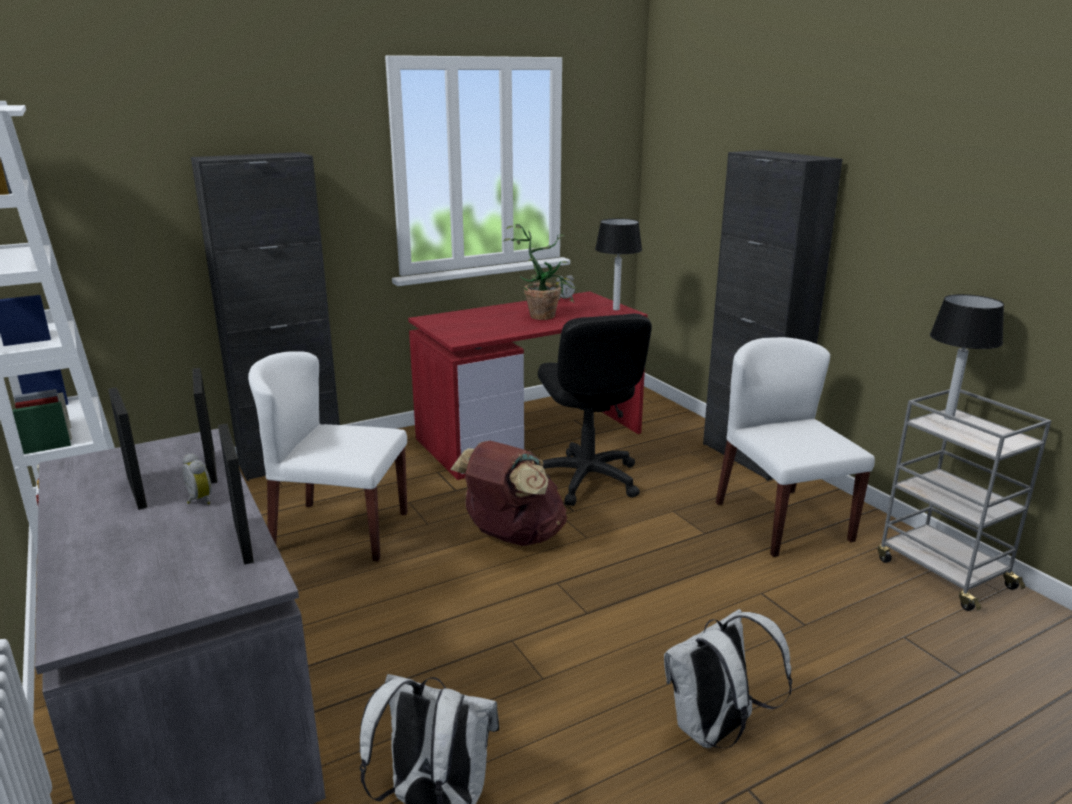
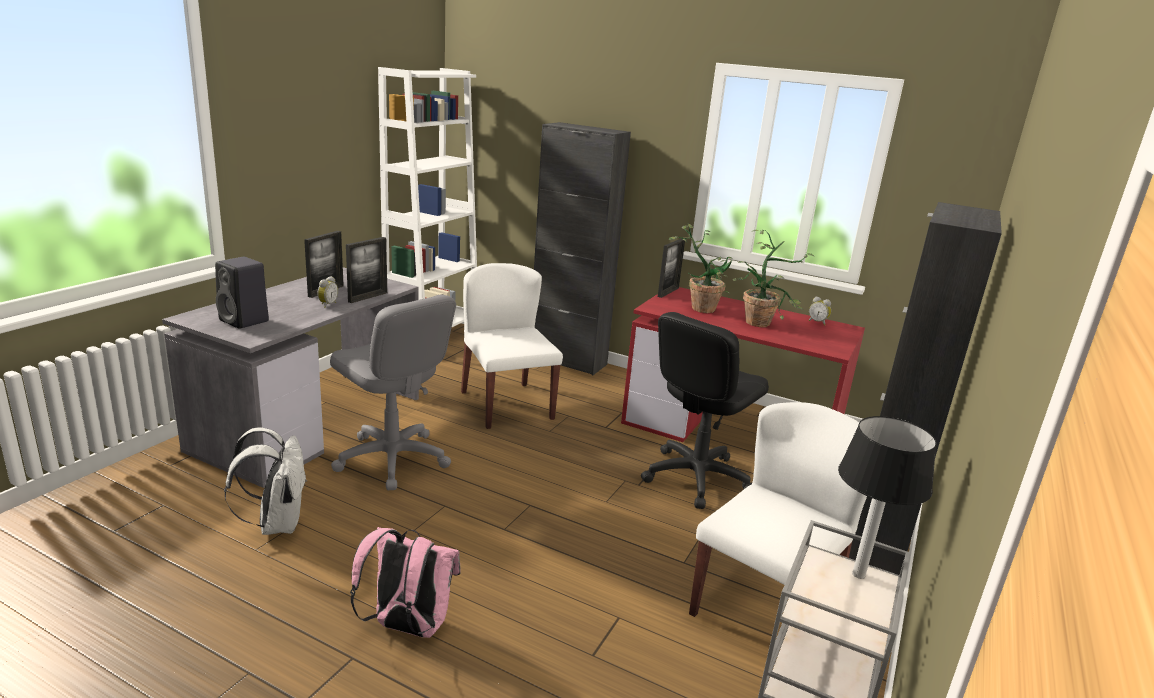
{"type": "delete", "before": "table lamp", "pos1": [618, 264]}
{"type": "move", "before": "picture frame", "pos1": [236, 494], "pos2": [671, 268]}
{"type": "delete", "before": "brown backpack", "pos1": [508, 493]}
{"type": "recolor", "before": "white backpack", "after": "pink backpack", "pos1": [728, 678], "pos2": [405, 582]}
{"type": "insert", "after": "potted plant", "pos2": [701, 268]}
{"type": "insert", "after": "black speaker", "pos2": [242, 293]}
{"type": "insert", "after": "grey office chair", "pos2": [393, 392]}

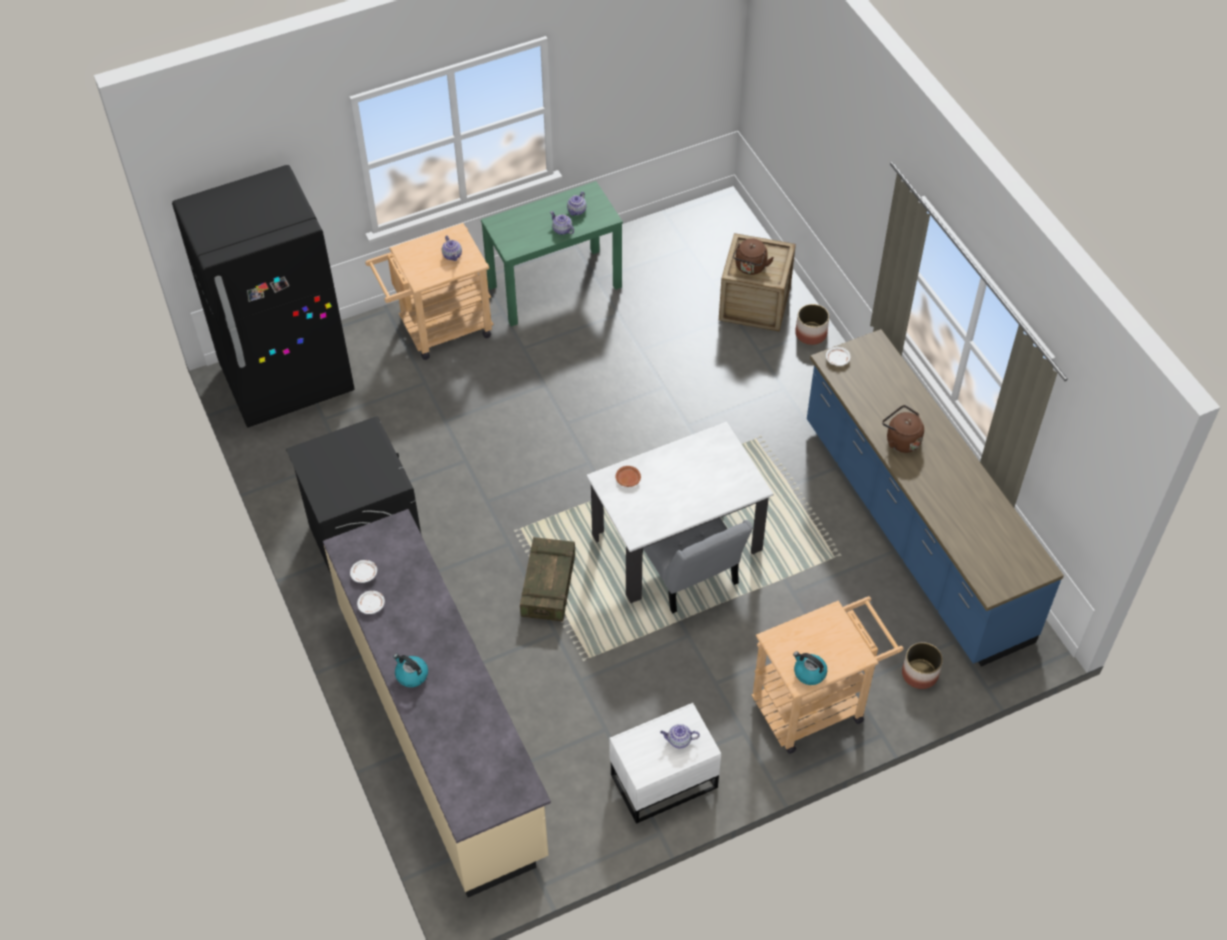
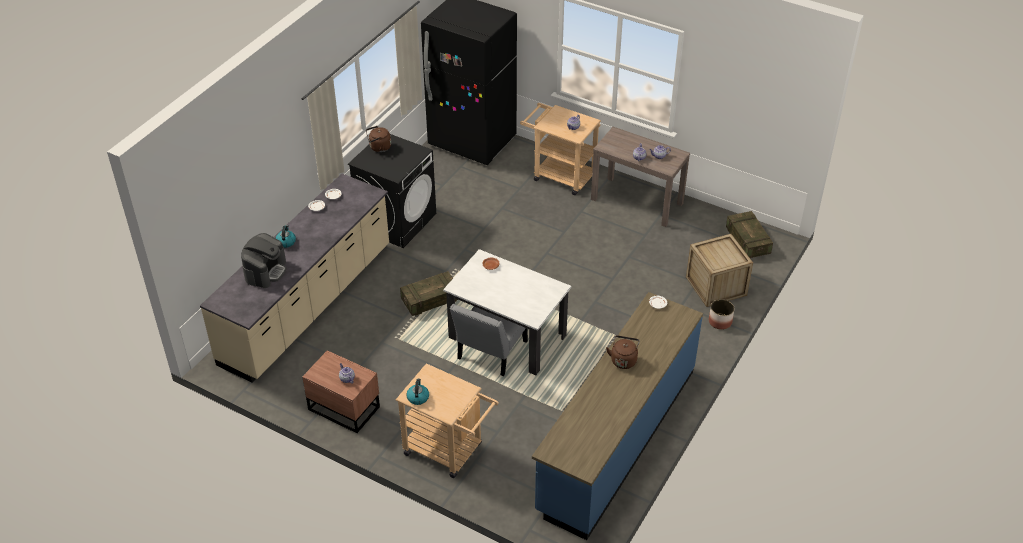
{"type": "recolor", "before": "green console table", "after": "brown console table", "pos1": [552, 254], "pos2": [640, 177]}
{"type": "move", "before": "brown kettle", "pos1": [753, 256], "pos2": [378, 139]}
{"type": "delete", "before": "planter", "pos1": [922, 665]}
{"type": "recolor", "before": "white nightstand", "after": "brown nightstand", "pos1": [665, 763], "pos2": [341, 391]}
{"type": "insert", "after": "crate", "pos2": [749, 234]}
{"type": "insert", "after": "coffee machine", "pos2": [263, 260]}

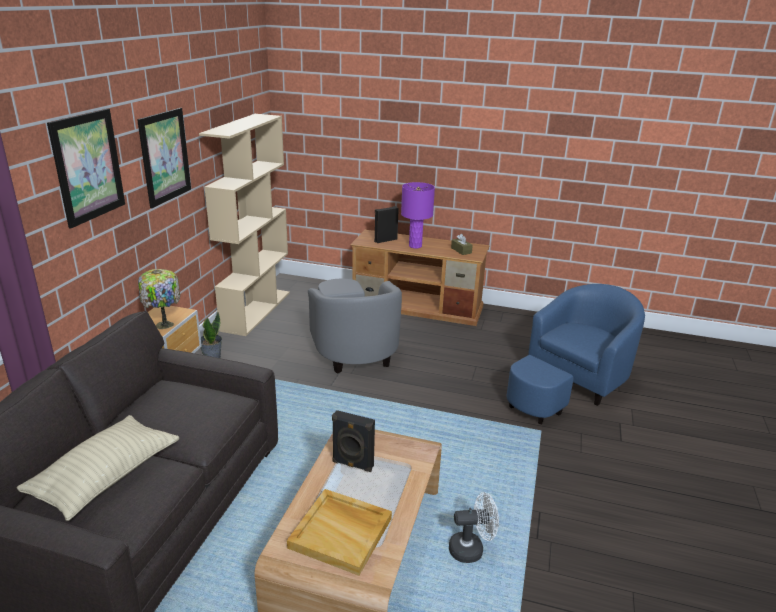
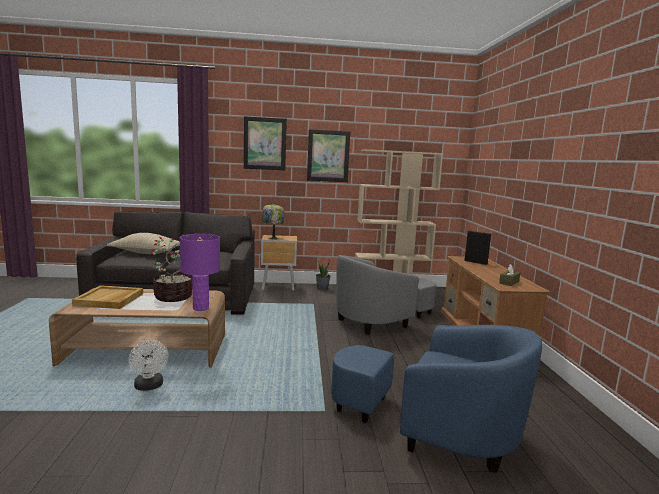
{"type": "move", "before": "purple table lamp", "pos1": [418, 215], "pos2": [200, 272]}
{"type": "replace", "before": "black speaker", "after": "potted plant", "pos1": [353, 441], "pos2": [170, 268]}

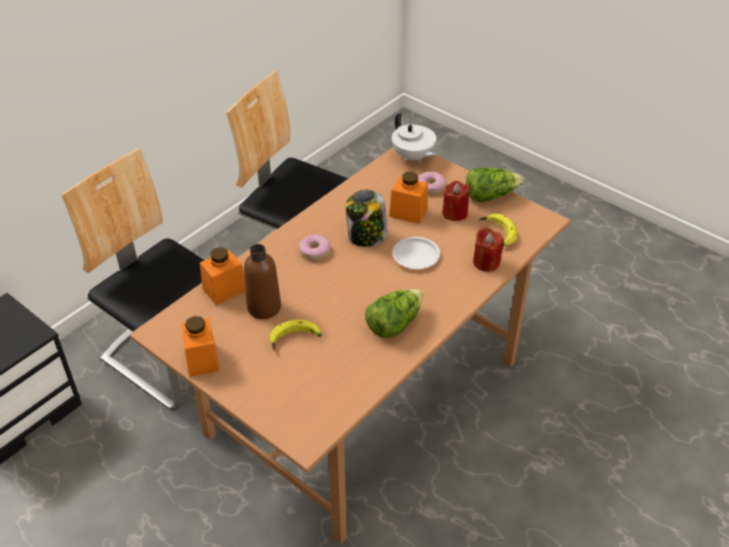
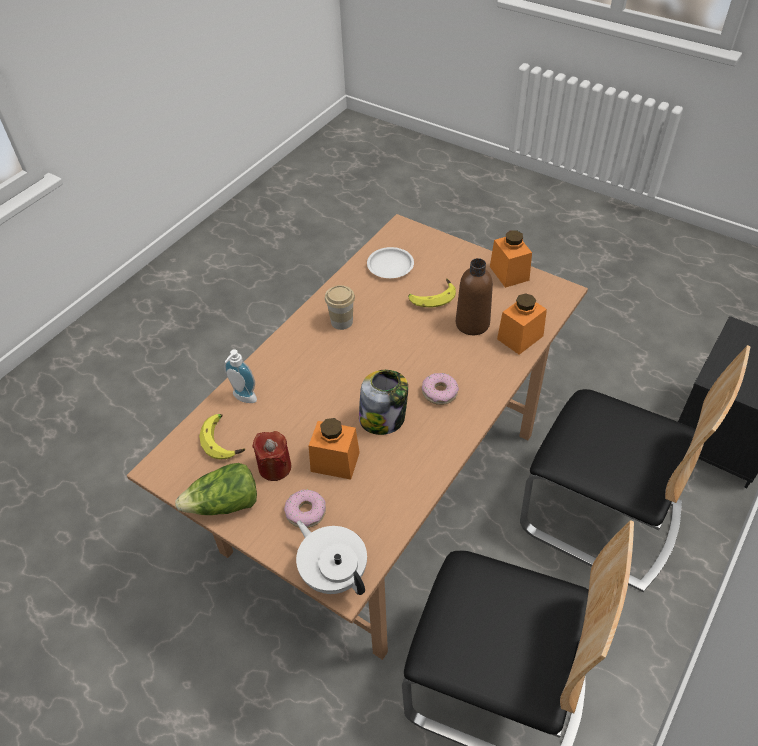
{"type": "replace", "before": "red candle", "after": "soap dispenser", "pos1": [488, 249], "pos2": [240, 376]}
{"type": "move", "before": "white plate", "pos1": [416, 253], "pos2": [390, 262]}
{"type": "replace", "before": "lettuce", "after": "cup", "pos1": [394, 313], "pos2": [340, 307]}

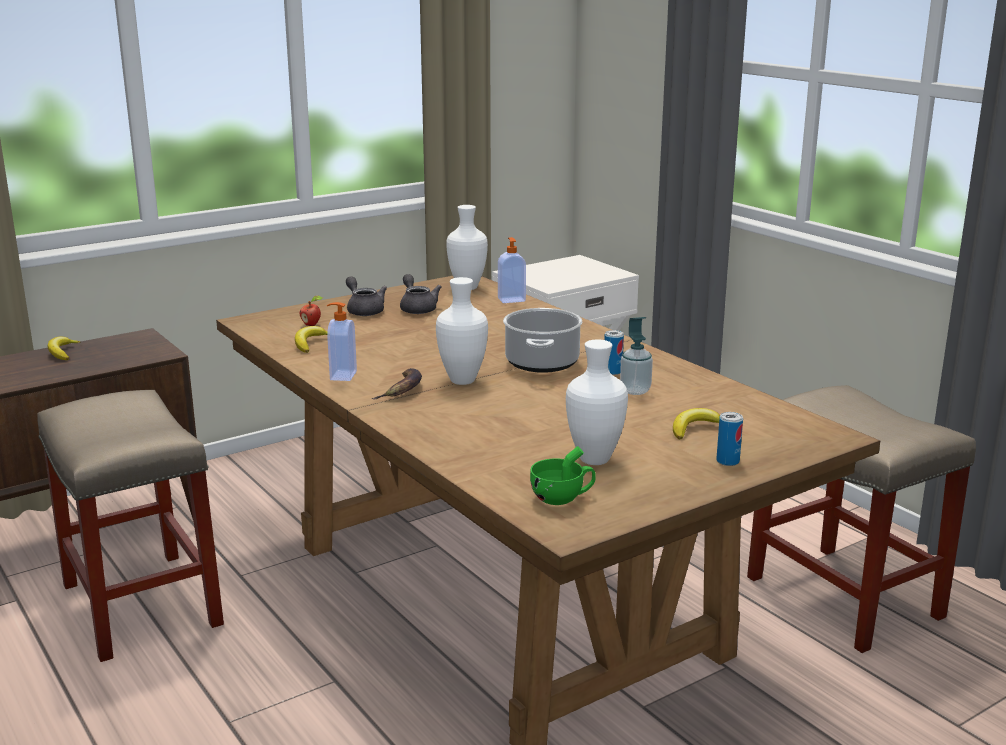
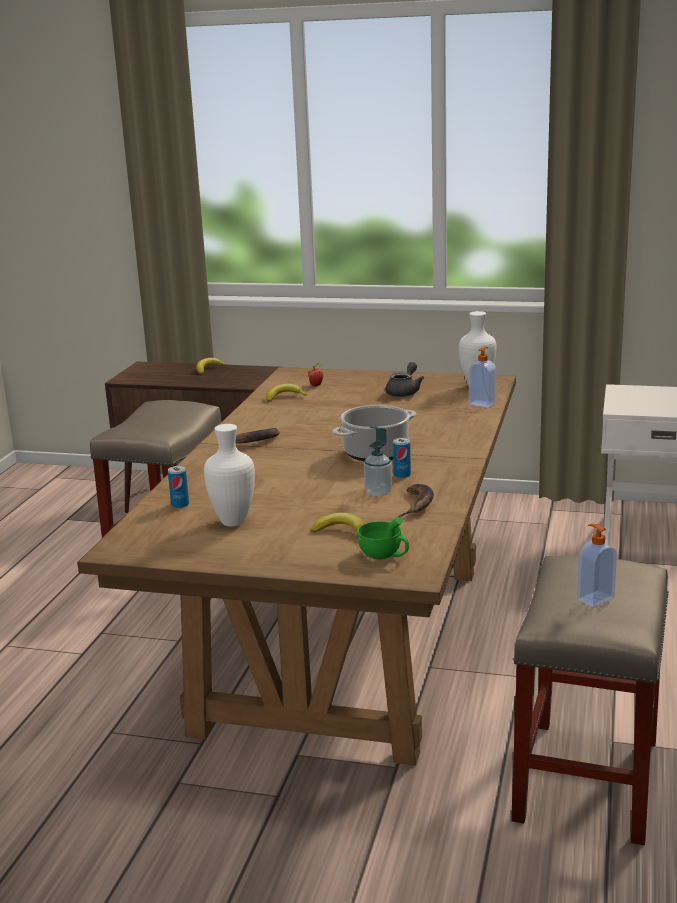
{"type": "delete", "before": "grey teapot", "pos1": [366, 296]}
{"type": "delete", "before": "white vase", "pos1": [462, 331]}
{"type": "move", "before": "soap dispenser", "pos1": [342, 341], "pos2": [597, 565]}
{"type": "move", "before": "can", "pos1": [729, 439], "pos2": [178, 487]}
{"type": "move", "before": "green cup", "pos1": [563, 475], "pos2": [383, 538]}
{"type": "insert", "after": "banana", "pos2": [415, 500]}

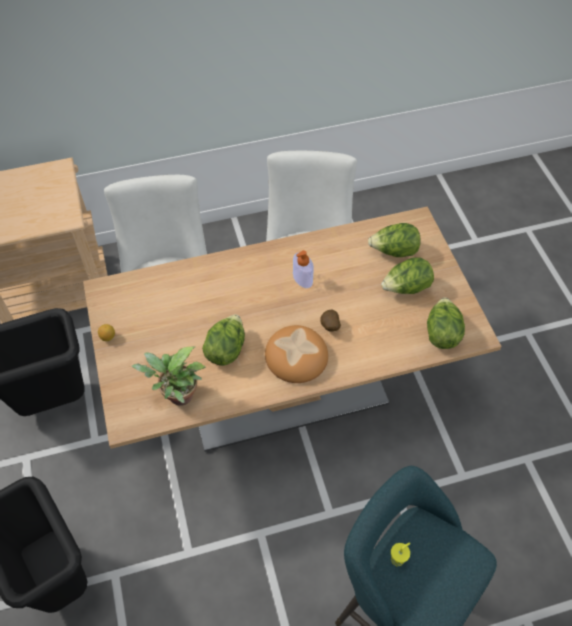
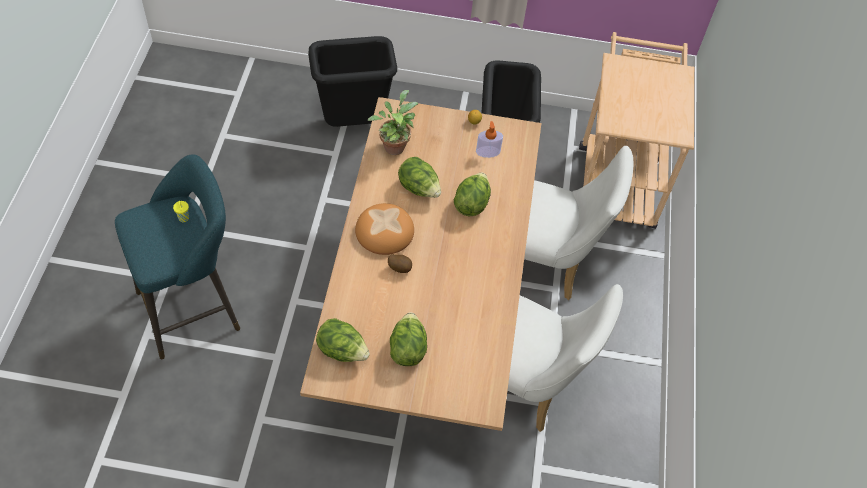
{"type": "move", "before": "lettuce", "pos1": [394, 240], "pos2": [472, 194]}
{"type": "move", "before": "soap dispenser", "pos1": [303, 269], "pos2": [489, 139]}

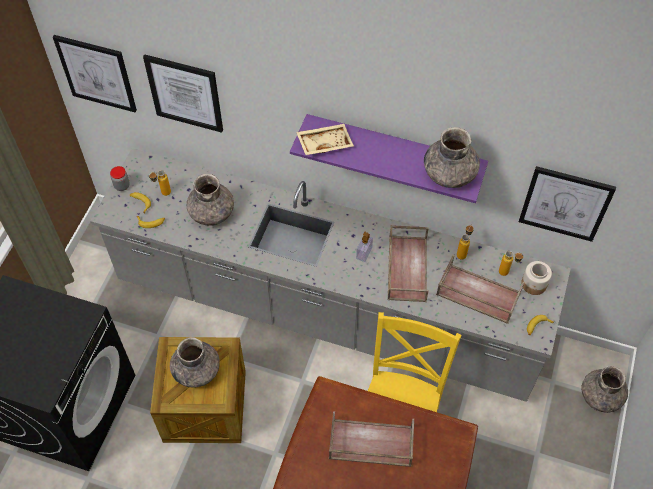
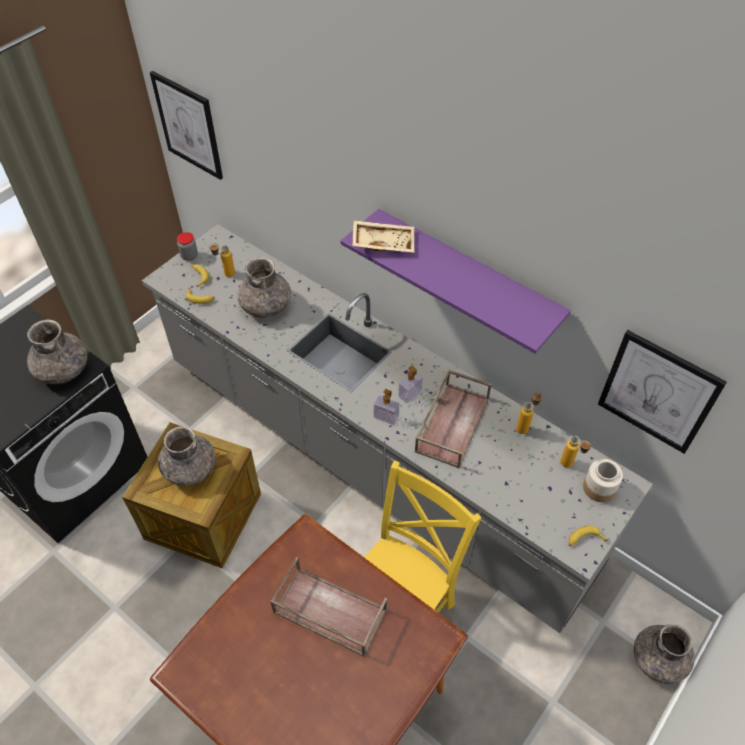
{"type": "delete", "before": "picture", "pos1": [183, 93]}
{"type": "move", "before": "grey vase", "pos1": [452, 157], "pos2": [57, 352]}
{"type": "delete", "before": "brown tray", "pos1": [480, 289]}
{"type": "insert", "after": "soap dispenser", "pos2": [386, 407]}

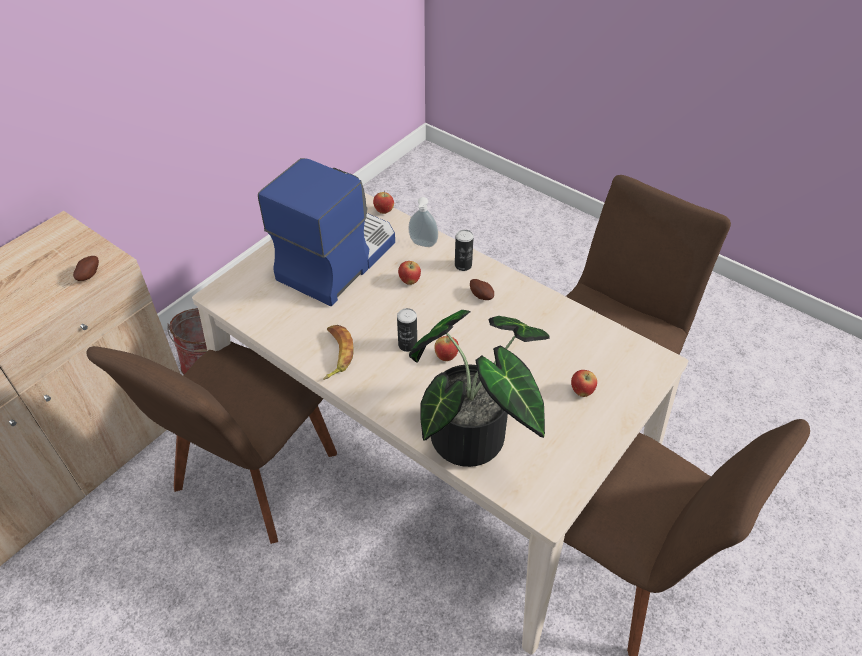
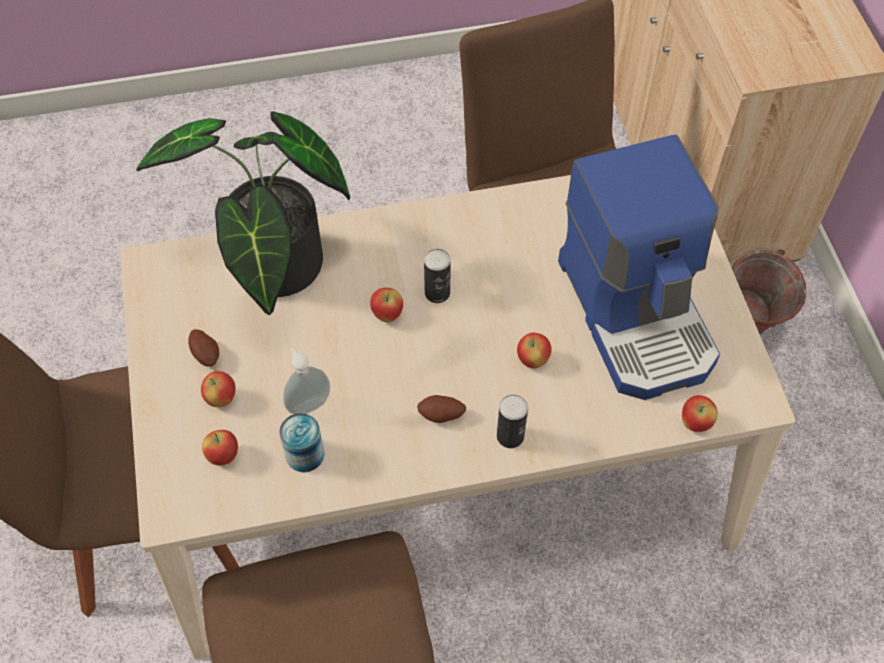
{"type": "move", "before": "soap dispenser", "pos1": [423, 222], "pos2": [306, 381]}
{"type": "move", "before": "potato", "pos1": [86, 268], "pos2": [203, 348]}
{"type": "delete", "before": "banana", "pos1": [338, 352]}
{"type": "insert", "after": "can", "pos2": [301, 442]}
{"type": "insert", "after": "apple", "pos2": [220, 448]}

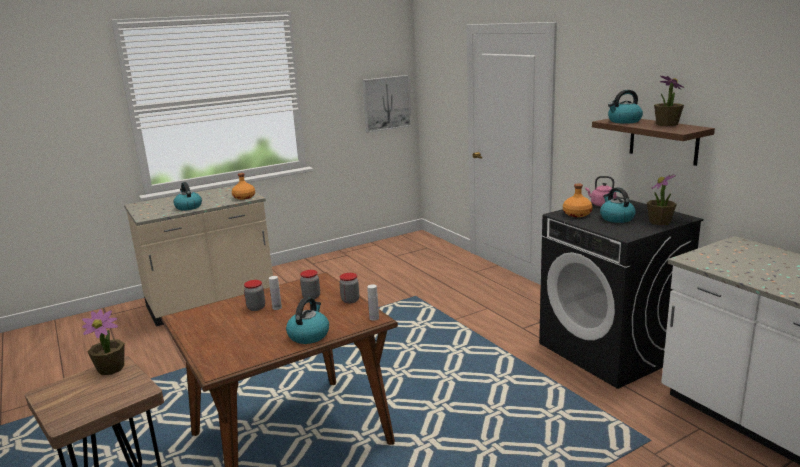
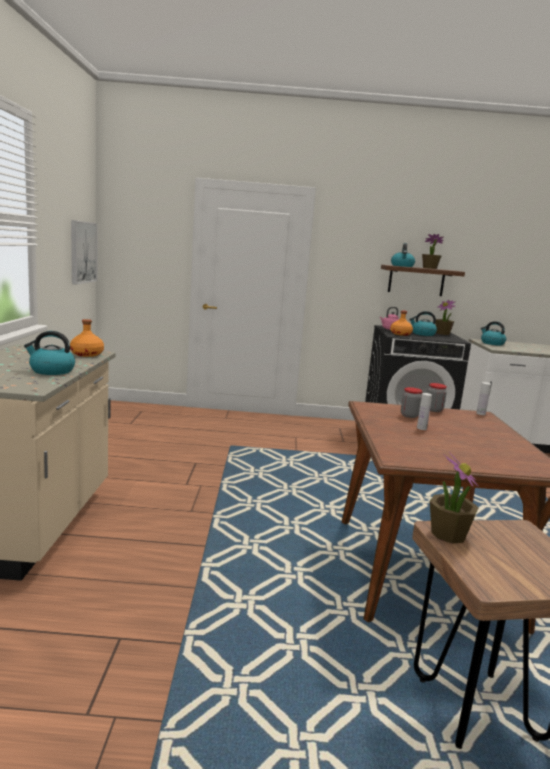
{"type": "delete", "before": "jar", "pos1": [254, 295]}
{"type": "move", "before": "kettle", "pos1": [307, 320], "pos2": [493, 333]}

